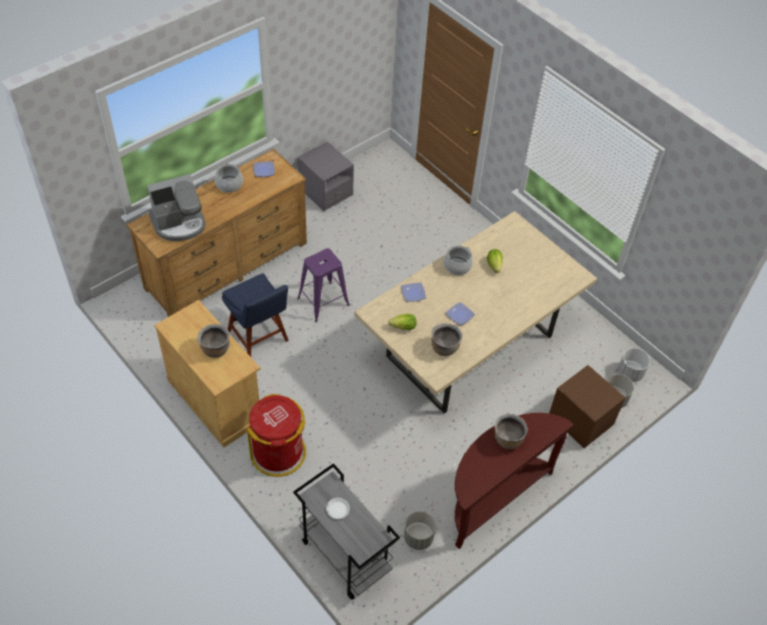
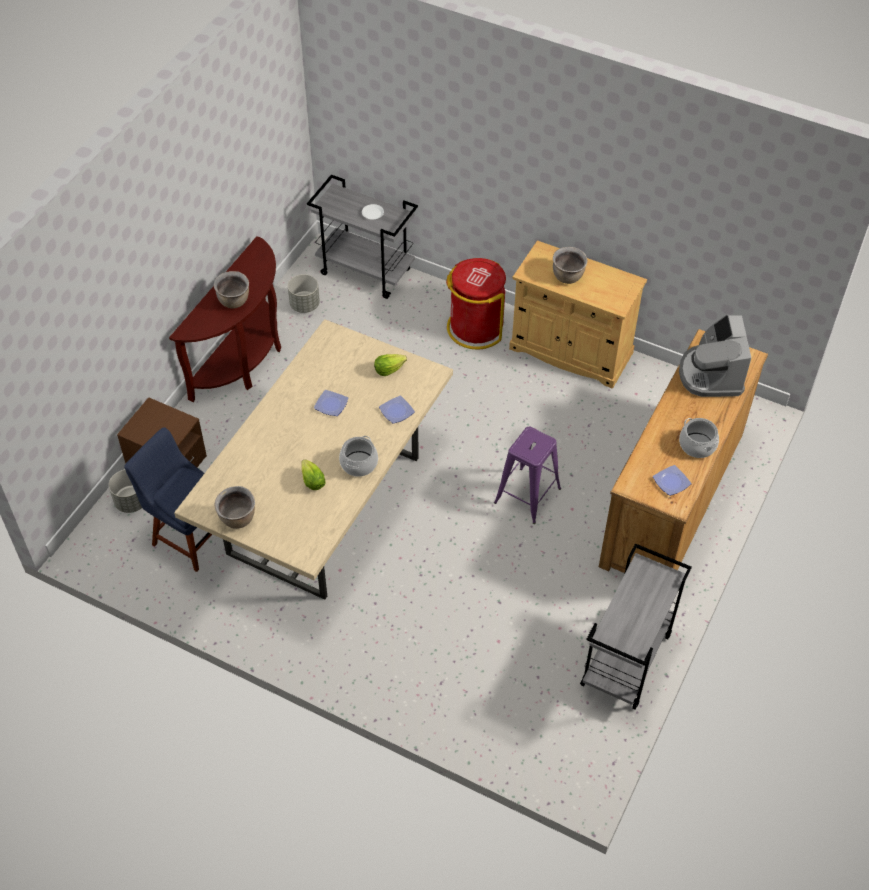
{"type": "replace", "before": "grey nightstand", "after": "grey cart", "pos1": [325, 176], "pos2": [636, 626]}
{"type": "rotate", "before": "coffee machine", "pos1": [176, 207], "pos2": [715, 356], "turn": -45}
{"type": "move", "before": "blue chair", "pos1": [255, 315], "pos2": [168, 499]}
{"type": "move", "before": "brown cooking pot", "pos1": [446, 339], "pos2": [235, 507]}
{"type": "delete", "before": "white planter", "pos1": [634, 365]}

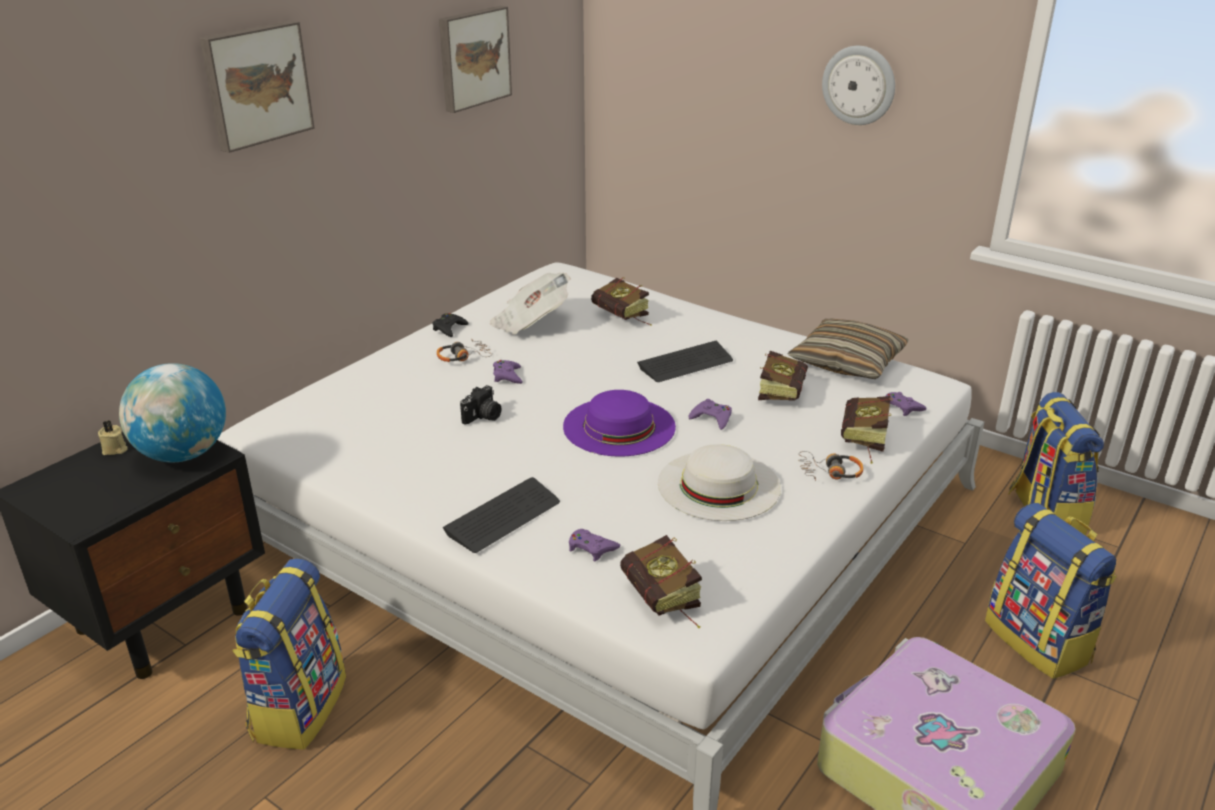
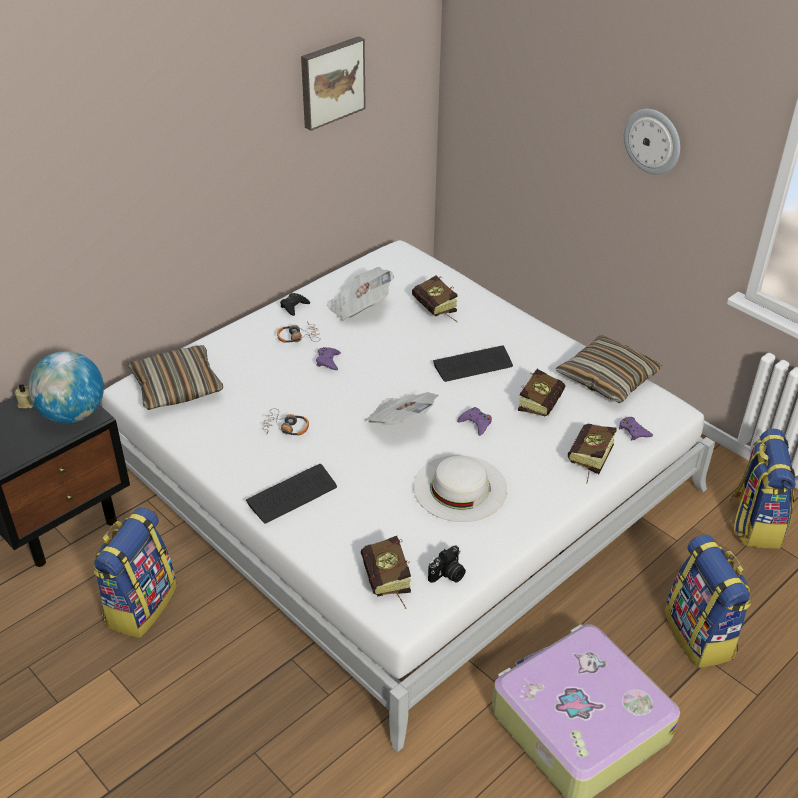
{"type": "delete", "before": "picture", "pos1": [257, 87]}
{"type": "move", "before": "photo camera", "pos1": [480, 404], "pos2": [447, 564]}
{"type": "replace", "before": "purple hat", "after": "newspaper", "pos1": [619, 423], "pos2": [401, 408]}
{"type": "move", "before": "headphones", "pos1": [830, 466], "pos2": [285, 422]}
{"type": "delete", "before": "purple game controller", "pos1": [594, 545]}
{"type": "insert", "after": "pillow", "pos2": [175, 377]}

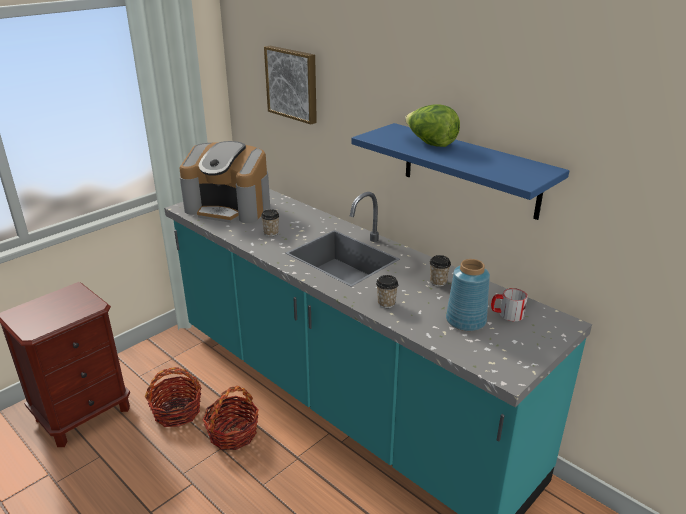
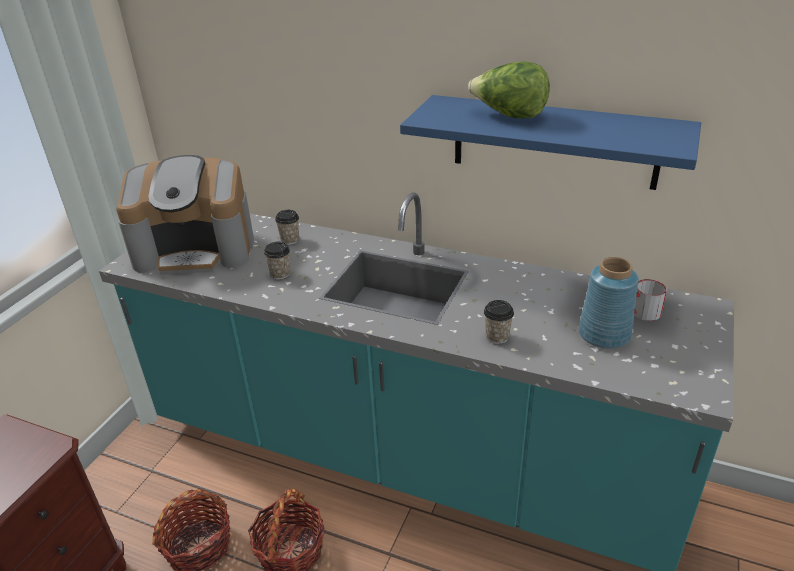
{"type": "delete", "before": "picture", "pos1": [290, 85]}
{"type": "move", "before": "cup", "pos1": [440, 271], "pos2": [287, 227]}

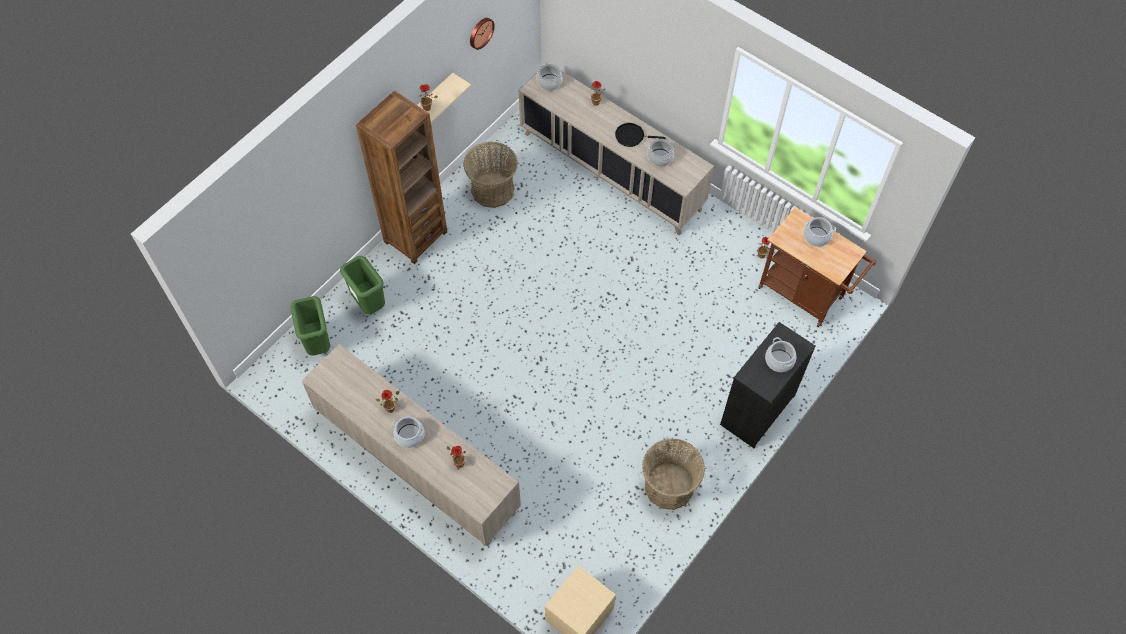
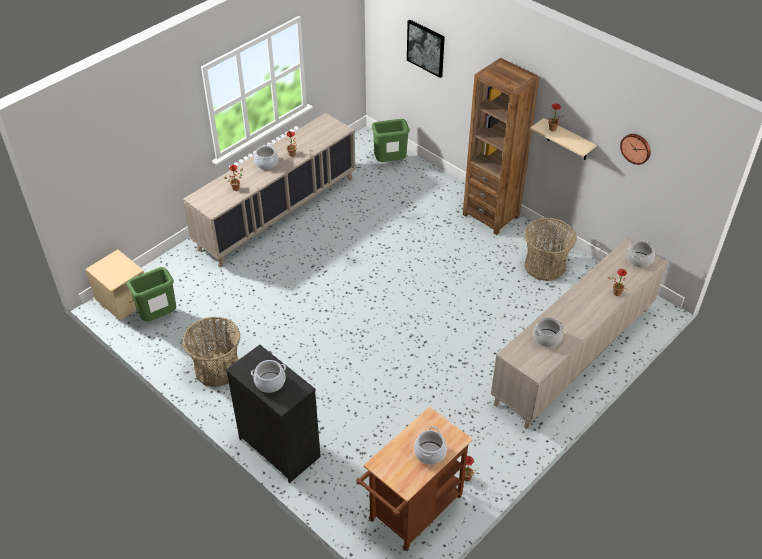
{"type": "delete", "before": "black frying pan", "pos1": [640, 135]}
{"type": "move", "before": "green trash can", "pos1": [362, 285], "pos2": [151, 294]}
{"type": "insert", "after": "picture", "pos2": [426, 49]}

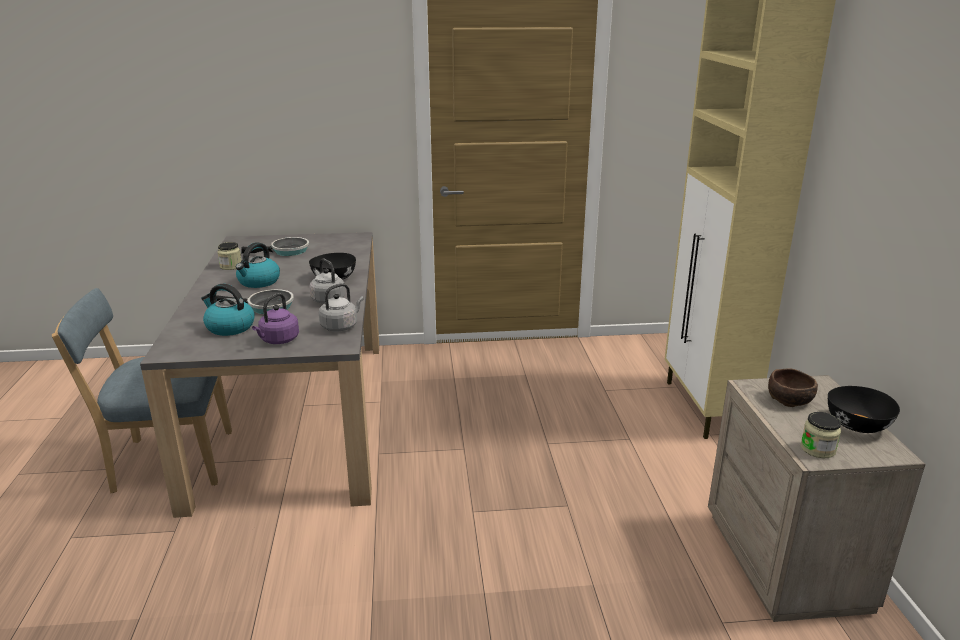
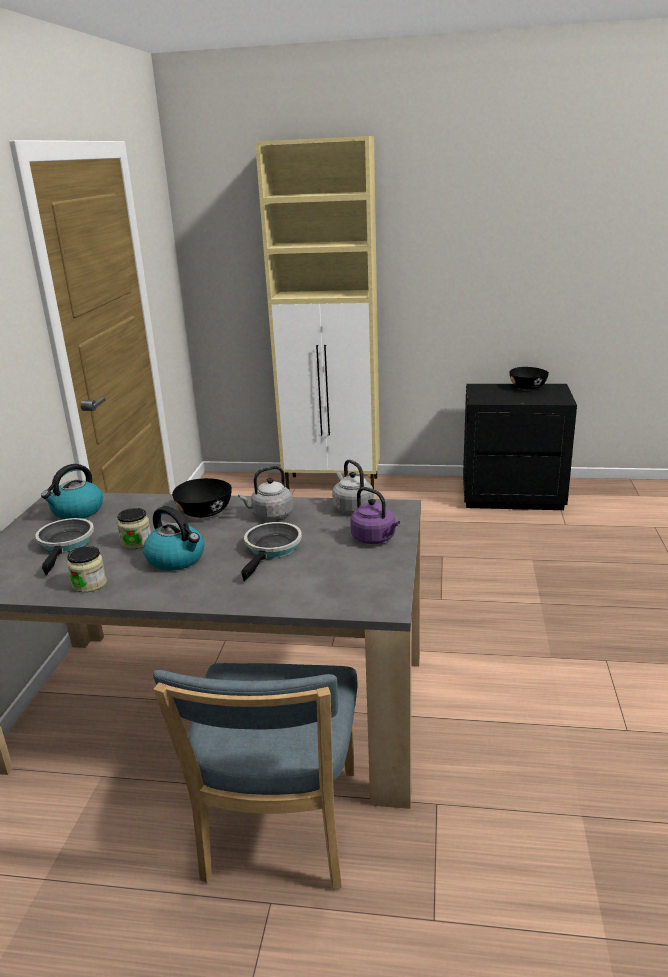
{"type": "move", "before": "kettle", "pos1": [228, 310], "pos2": [72, 491]}
{"type": "delete", "before": "brown bowl", "pos1": [793, 388]}
{"type": "recolor", "before": "beige nightstand", "after": "black nightstand", "pos1": [817, 498], "pos2": [520, 447]}
{"type": "move", "before": "jar", "pos1": [820, 435], "pos2": [134, 528]}

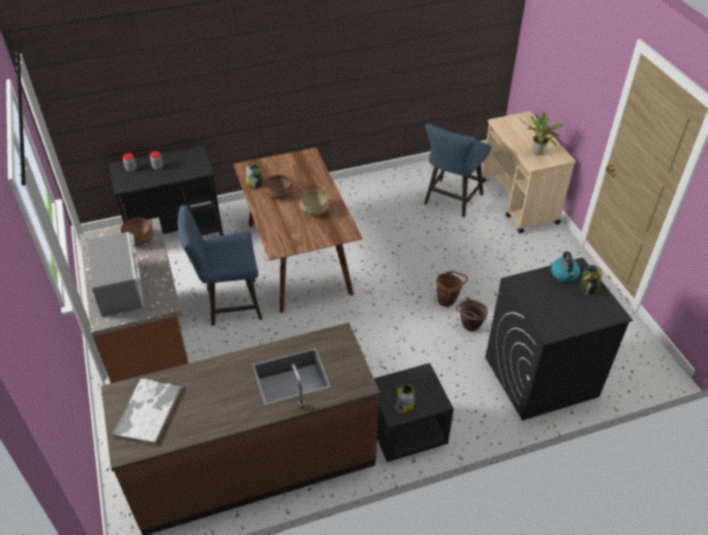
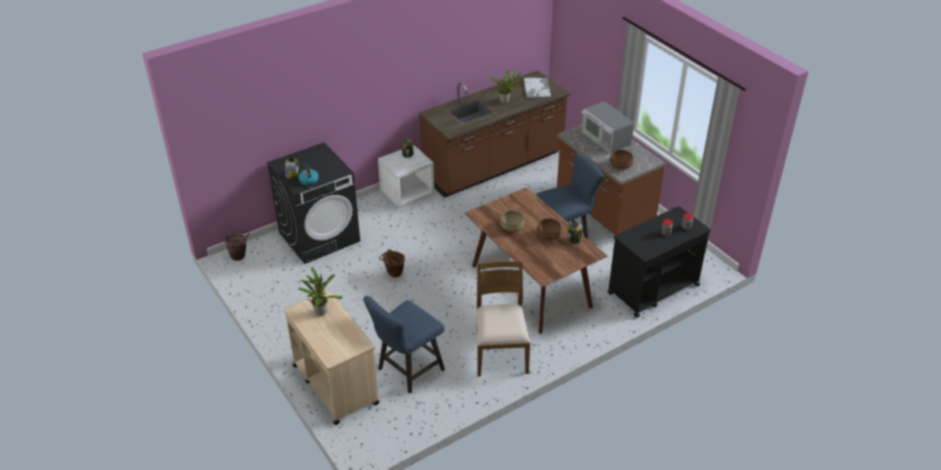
{"type": "rotate", "before": "blue chair", "pos1": [457, 170], "pos2": [404, 345], "turn": -150}
{"type": "move", "before": "brown bucket", "pos1": [472, 314], "pos2": [236, 245]}
{"type": "recolor", "before": "black nightstand", "after": "white nightstand", "pos1": [414, 412], "pos2": [406, 176]}
{"type": "insert", "after": "potted plant", "pos2": [506, 87]}
{"type": "insert", "after": "brown chair", "pos2": [503, 318]}

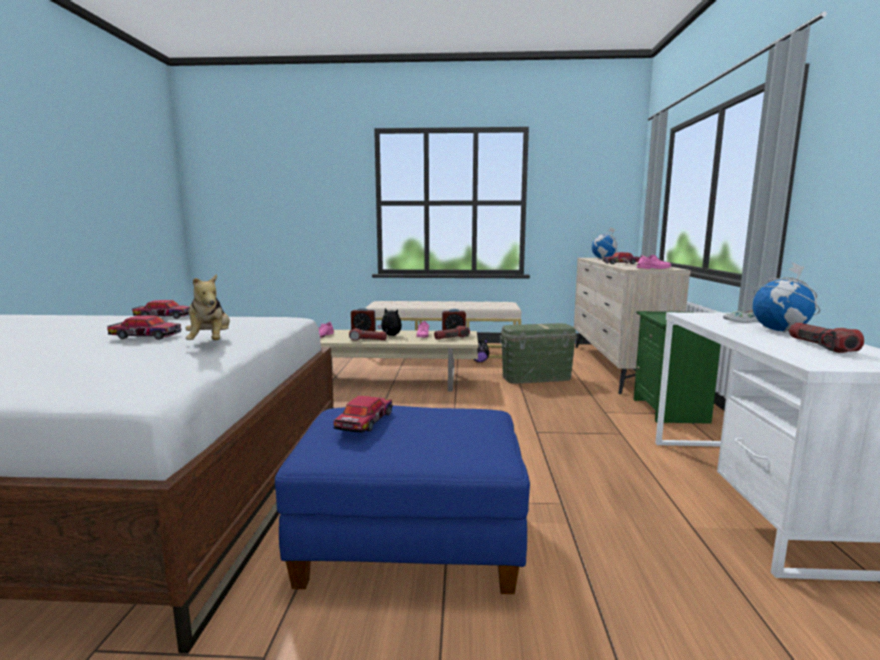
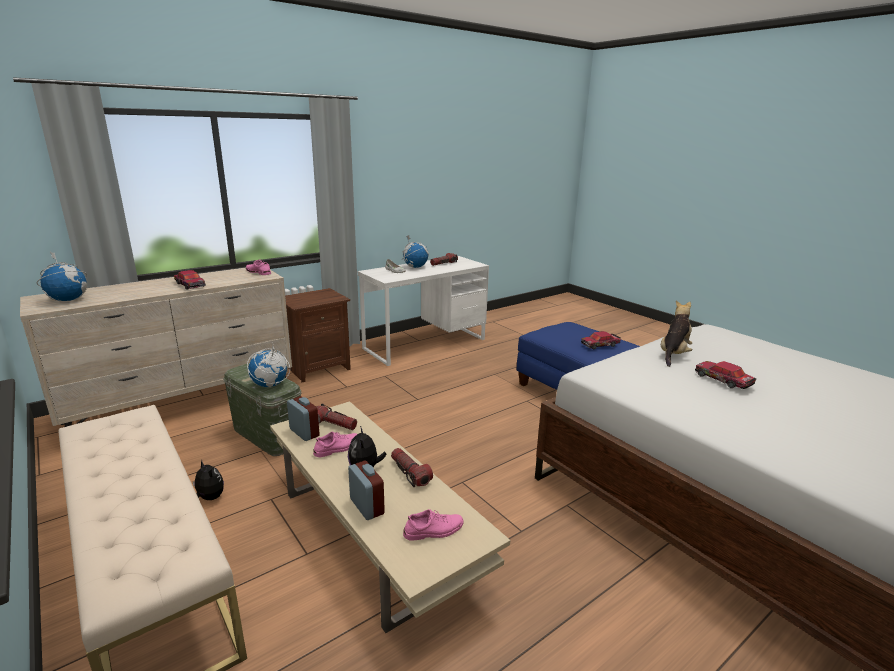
{"type": "delete", "before": "toy car", "pos1": [161, 309]}
{"type": "recolor", "before": "green nightstand", "after": "brown nightstand", "pos1": [677, 367], "pos2": [318, 335]}
{"type": "insert", "after": "globe", "pos2": [268, 366]}

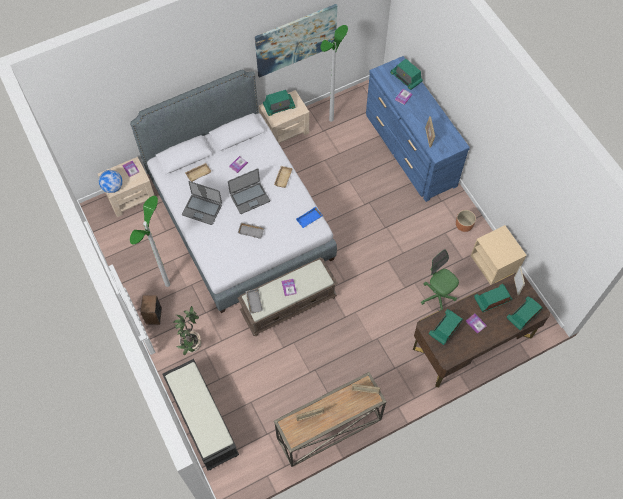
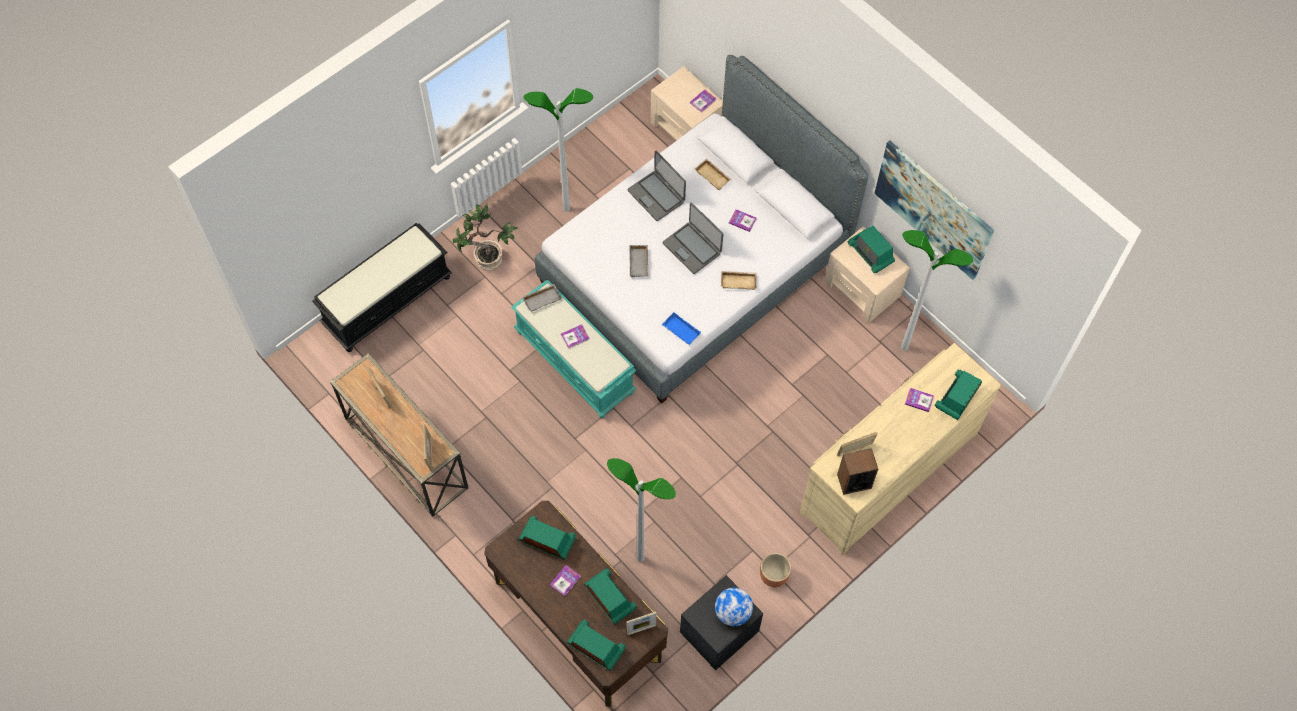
{"type": "recolor", "before": "blue dresser", "after": "beige dresser", "pos1": [418, 129], "pos2": [900, 449]}
{"type": "move", "before": "globe", "pos1": [111, 181], "pos2": [734, 607]}
{"type": "rotate", "before": "laptop", "pos1": [202, 203], "pos2": [657, 186], "turn": -45}
{"type": "recolor", "before": "beige nightstand", "after": "black nightstand", "pos1": [499, 255], "pos2": [721, 622]}
{"type": "replace", "before": "green office chair", "after": "floor lamp", "pos1": [440, 280], "pos2": [641, 510]}
{"type": "recolor", "before": "brown bench", "after": "turquoise bench", "pos1": [288, 296], "pos2": [573, 349]}
{"type": "move", "before": "speaker", "pos1": [151, 310], "pos2": [857, 471]}

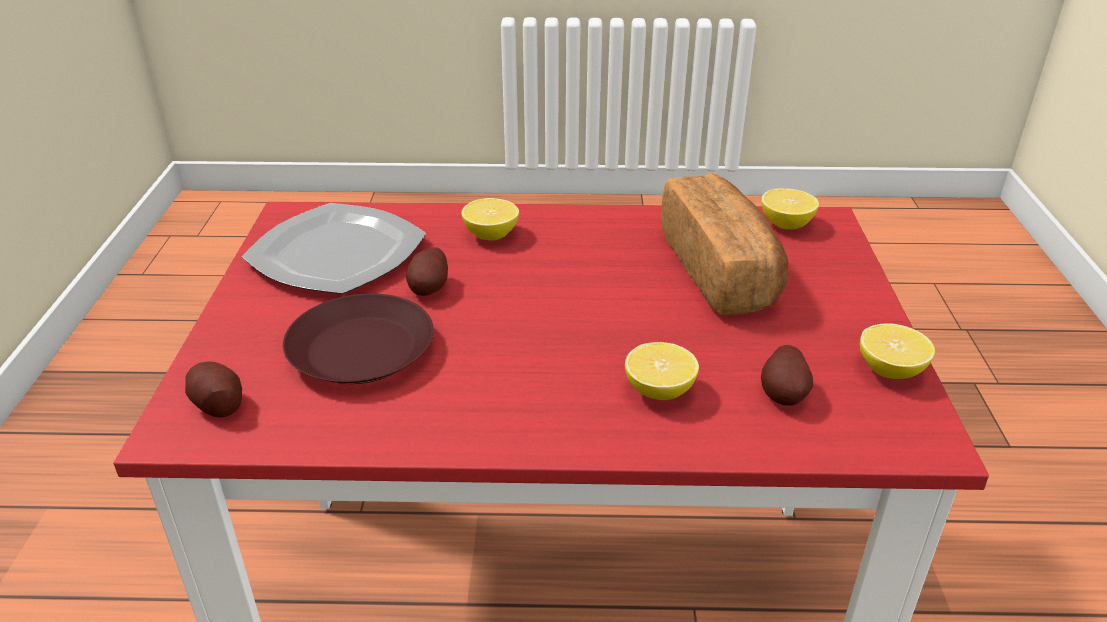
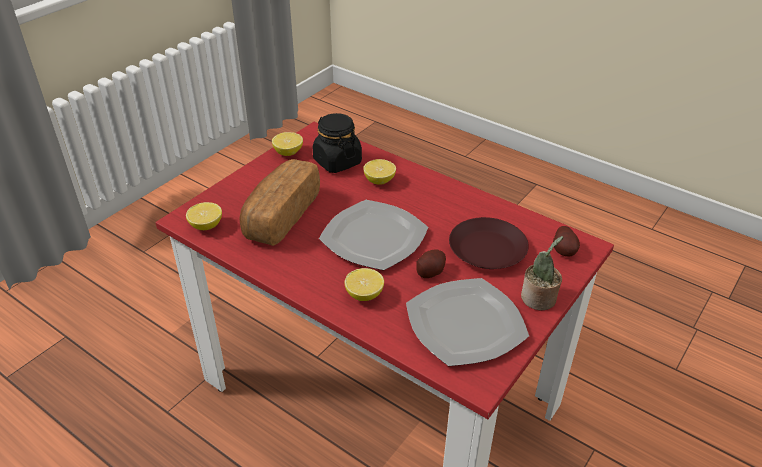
{"type": "replace", "before": "potato", "after": "black jar", "pos1": [787, 375], "pos2": [337, 143]}
{"type": "insert", "after": "plate", "pos2": [373, 235]}
{"type": "insert", "after": "potted plant", "pos2": [542, 273]}

